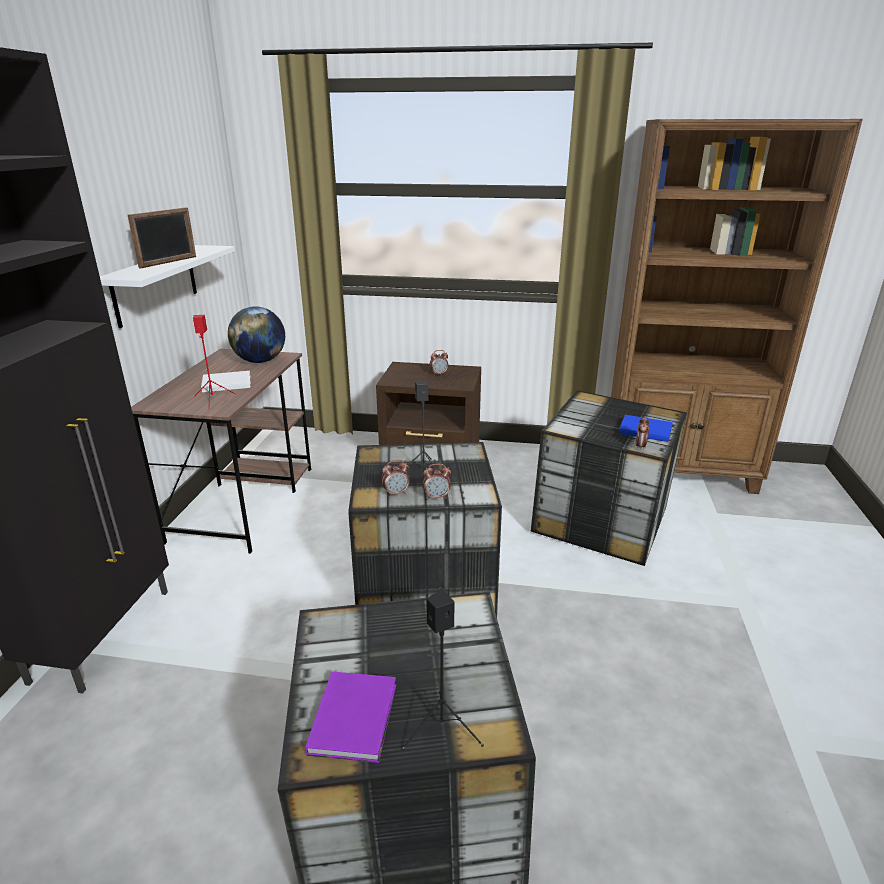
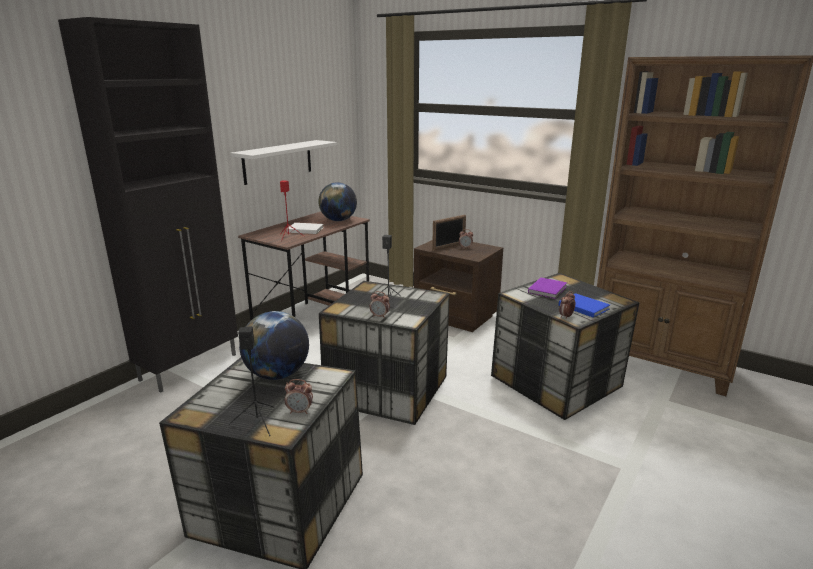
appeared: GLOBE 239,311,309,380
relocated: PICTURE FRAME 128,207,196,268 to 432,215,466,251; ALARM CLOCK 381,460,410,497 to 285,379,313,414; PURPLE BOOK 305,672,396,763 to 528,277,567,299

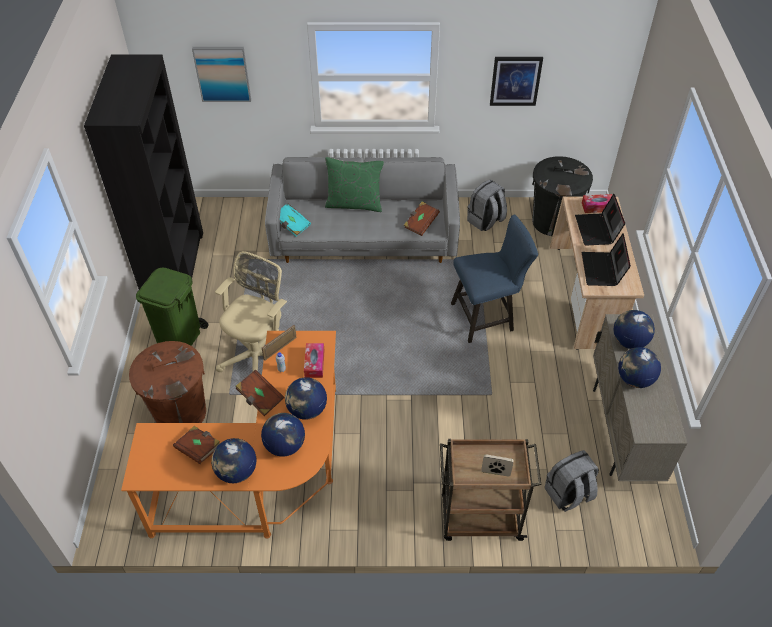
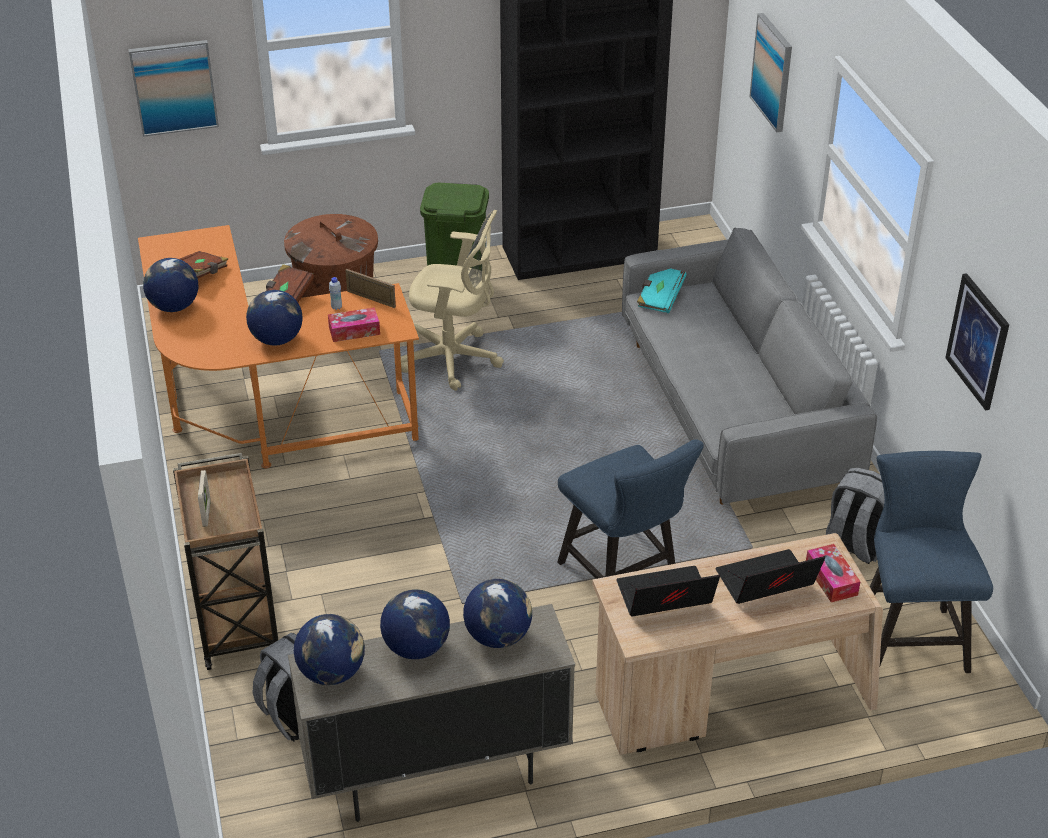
missing: GREEN PILLOW 325,157,384,212; BROWN BOOK 404,201,440,236
appeared: PICTURE 128,40,219,137
relocated: GLOBE 261,413,305,457 to 294,614,365,685
exchanged: BLACK TRASH CAN 532,156,593,236 to BLUE CHAIR 870,451,993,673

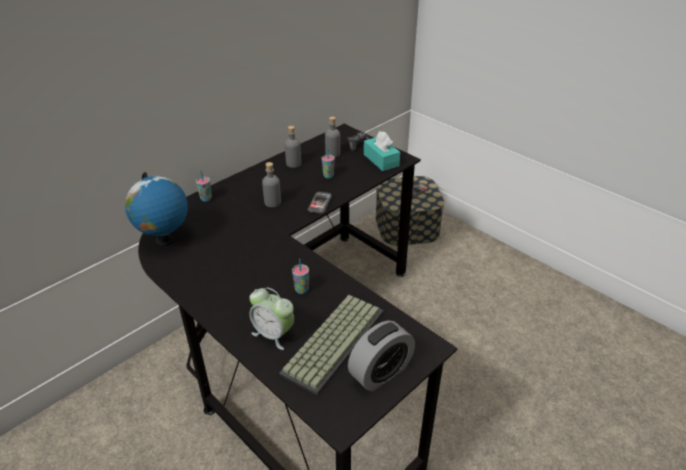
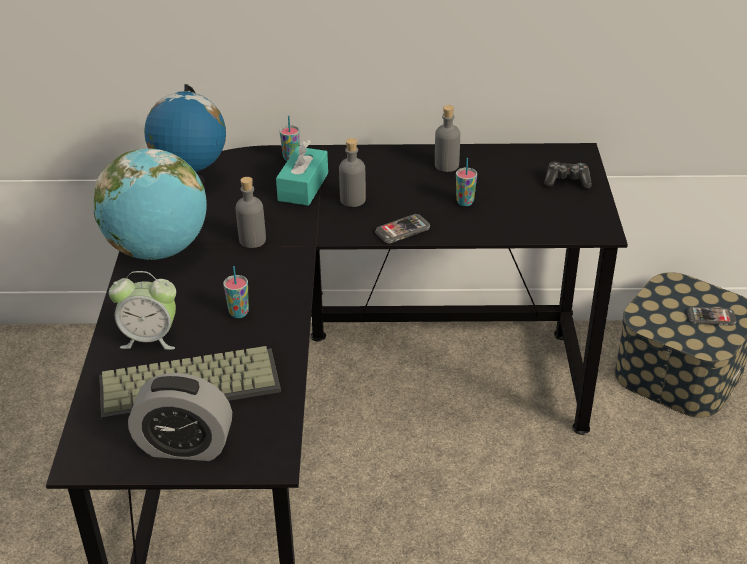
appeared: GLOBE 94,148,207,260
relocated: GREY BOTTLE 325,116,340,157 to 235,177,266,248; TURQUOISE TISSUE BOX 364,131,400,171 to 276,139,328,206
spun: ALARM CLOCK 249,287,294,350 = 109,271,176,350 75 degrees counterclockwise

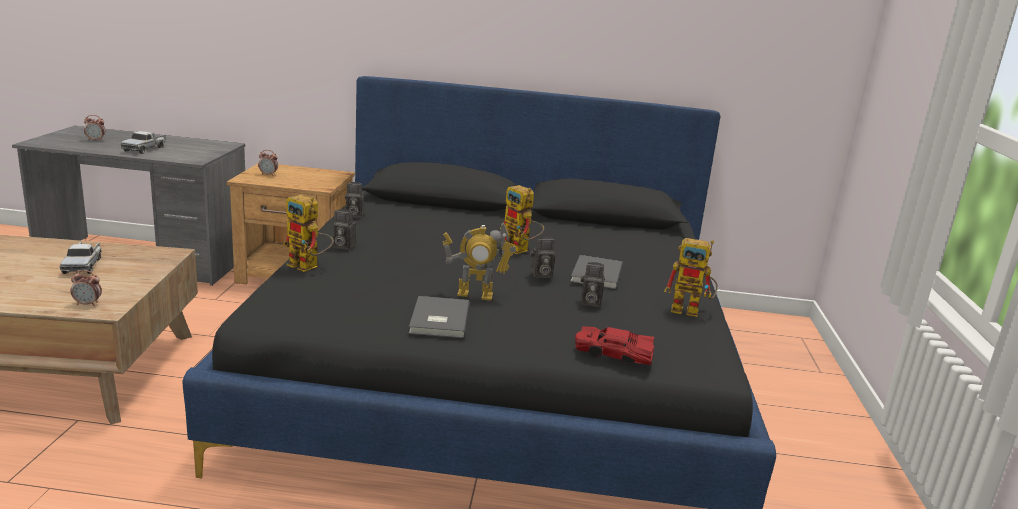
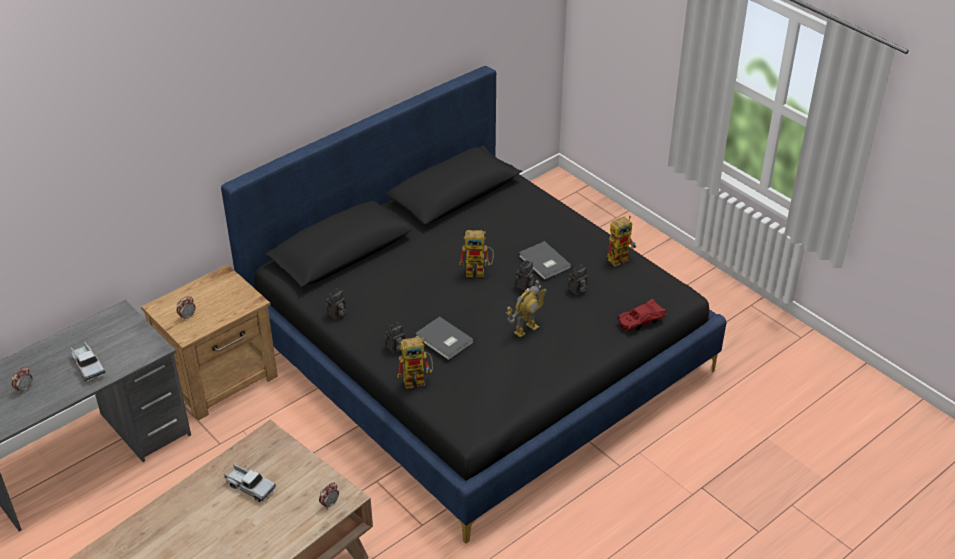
relocated: GREY BOOK 409,296,470,338 to 415,317,474,360

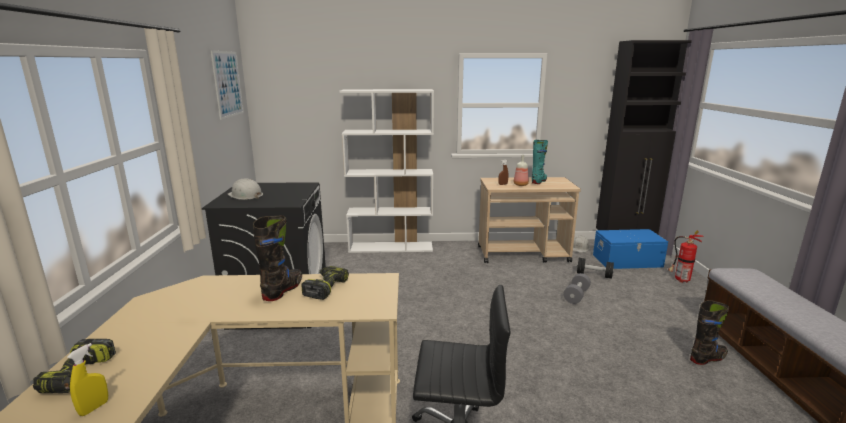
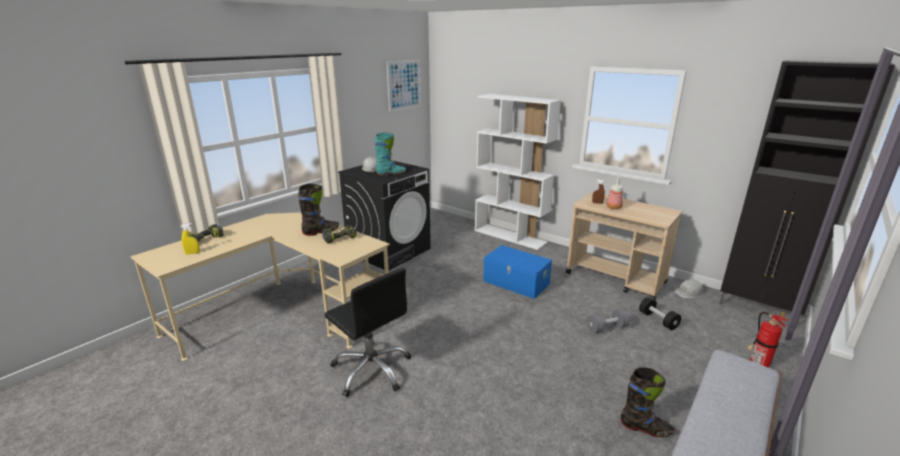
relocated: TURQUOISE BOOT 532,140,548,184 to 375,132,406,176; BLUE STORAGE BOX 593,229,668,269 to 483,245,552,299

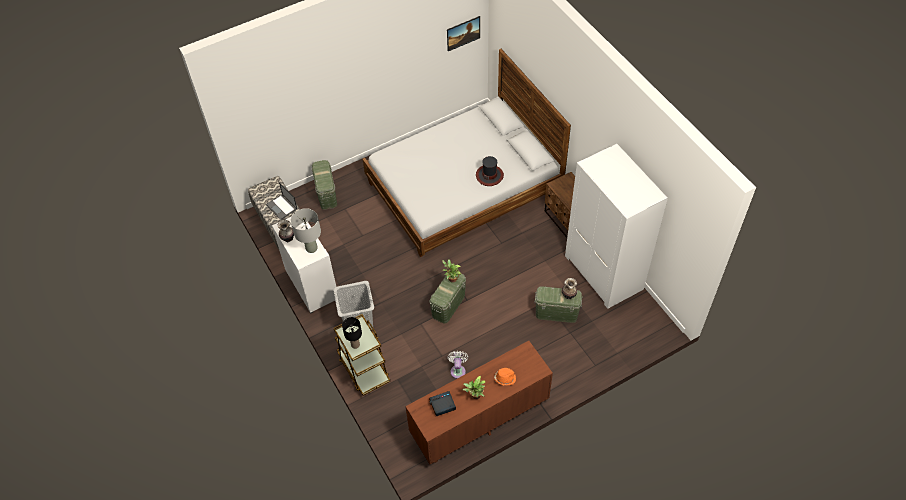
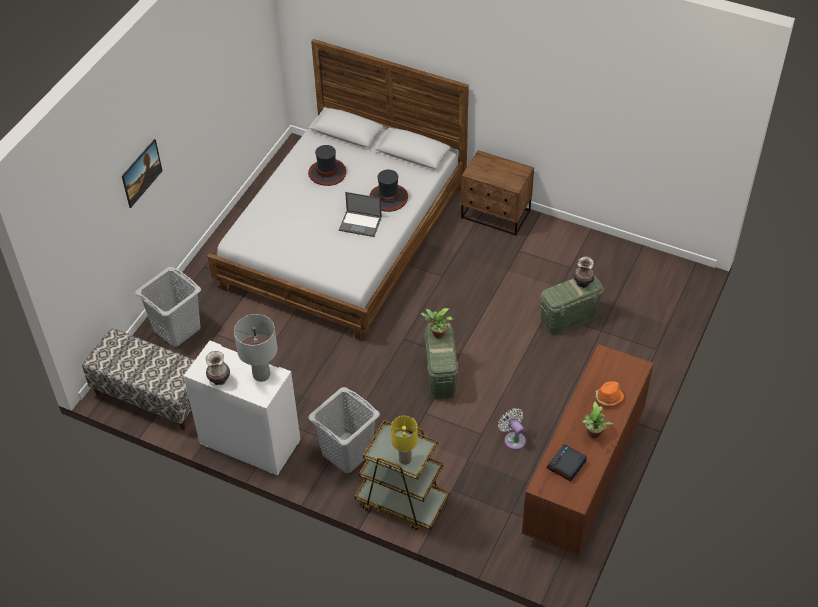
missing: WHITE WARDROBE 565,144,668,309
appeared: HAT 308,145,346,186
relocated: PICTURE 447,16,480,51 to 122,139,162,208; LAPTOP 266,182,297,220 to 339,192,382,237
exchanged: GREEN STORAGE BOX 312,160,337,210 to GREY LAUNDRY BASKET 135,267,201,347
colour: BLACK TABLE LAMP 342,317,362,349 to YELLOW TABLE LAMP 391,416,418,465

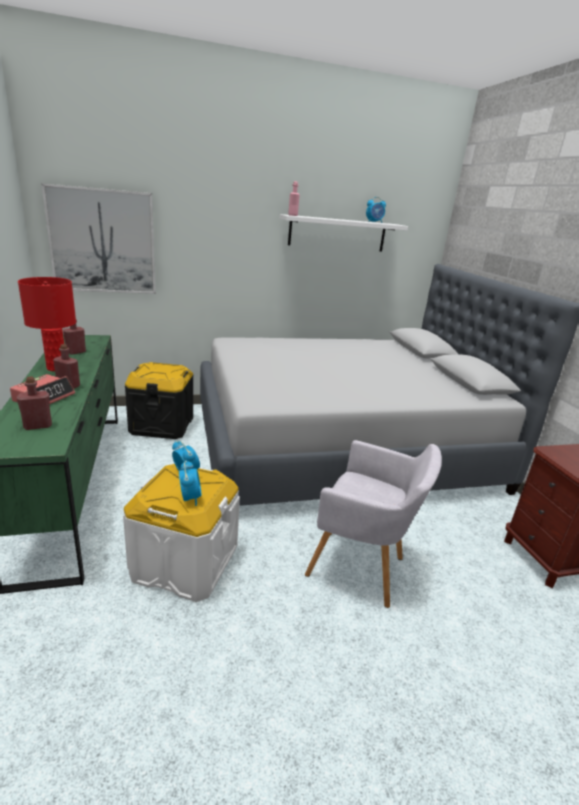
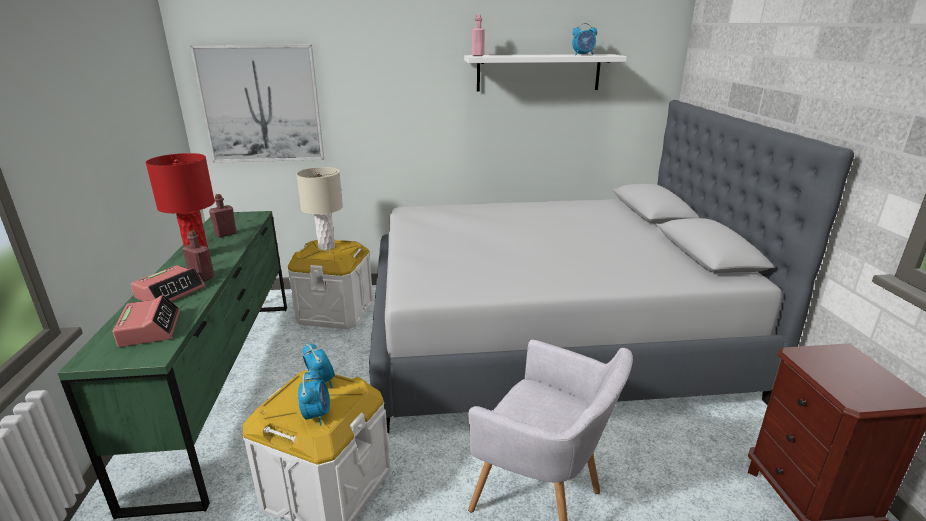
appeared: BEIGE TABLE LAMP 296,167,343,251
exchanged: RED BOTTLE 17,377,52,430 to ALARM CLOCK 112,295,180,347
colour: BLACK STORAGE BOX 125,362,193,439 to WHITE STORAGE BOX 288,240,373,329

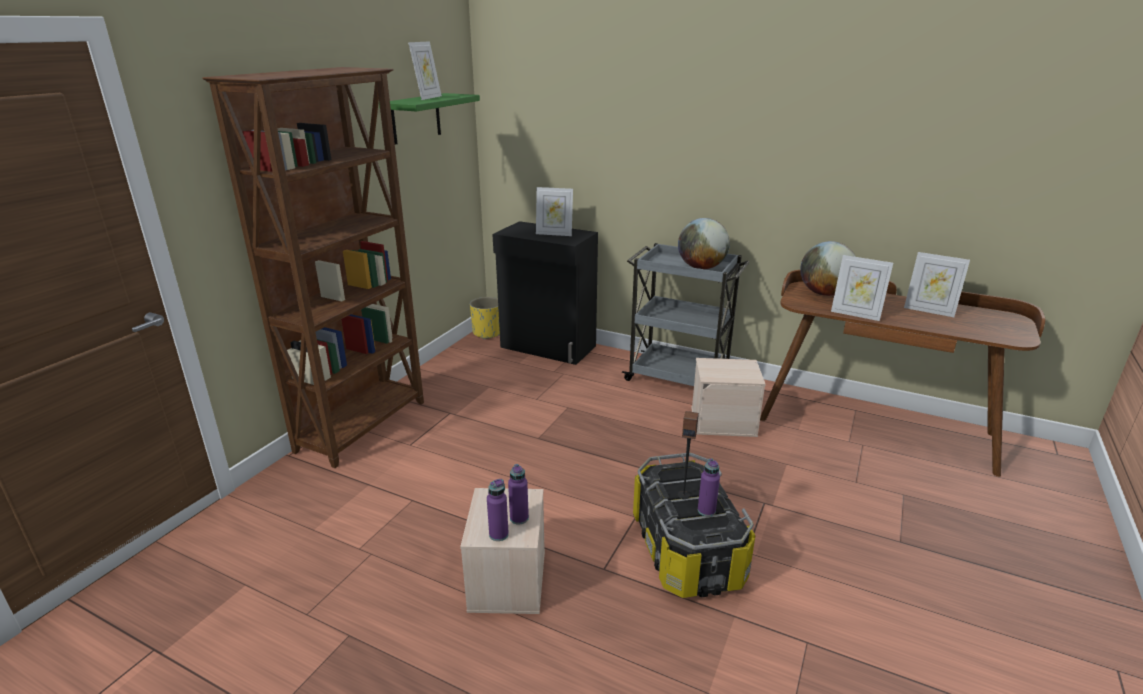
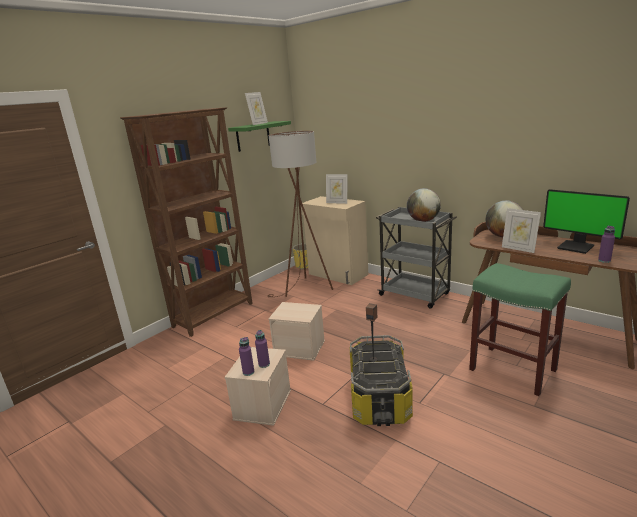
appeared: BROWN FLOOR LAMP 267,131,333,297; GREEN STOOL 469,263,571,396
relocated: BEIGE STORAGE BOX 691,358,766,437 to 268,302,325,361; PURPLE BOTTLE 698,459,720,517 to 598,225,615,263
exchanged: PICTURE FRAME 904,252,970,317 to MONITOR 543,189,630,254
colour: BLACK CABINET 492,221,598,365 to BEIGE CABINET 301,196,369,285

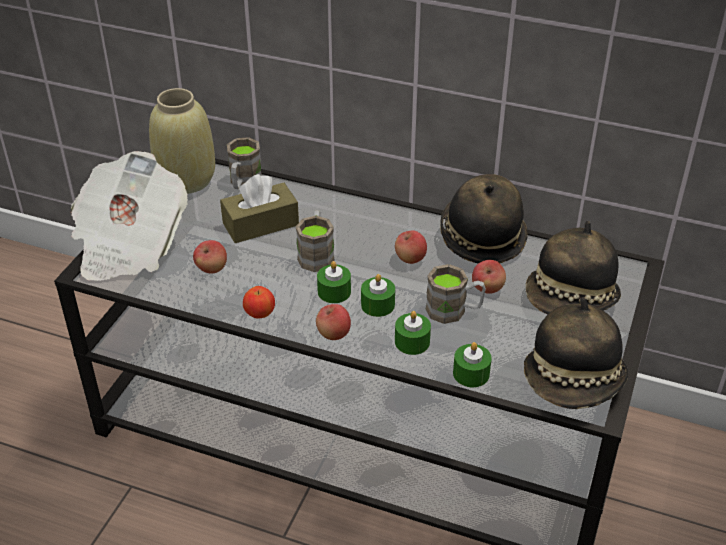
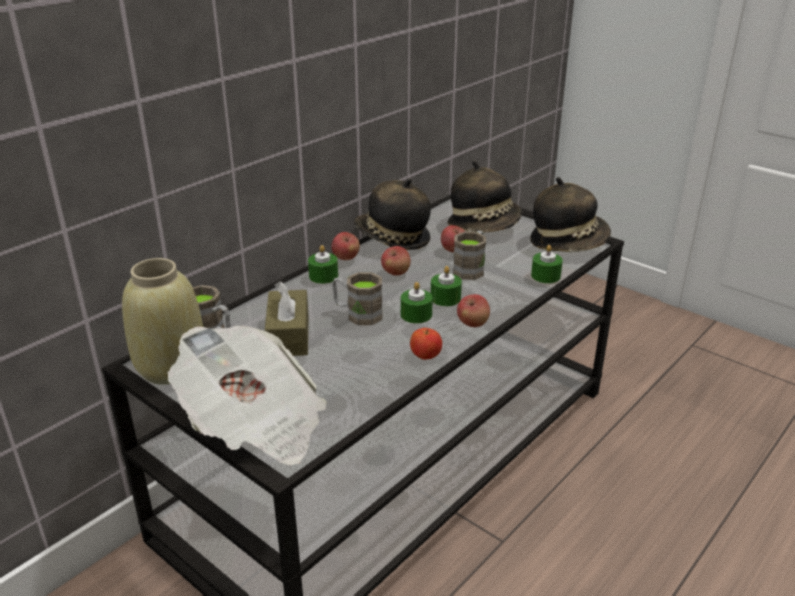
relocated: APPLE 193,240,227,273 to 331,232,360,260; GREEN CANDLE 395,311,431,355 to 308,245,338,284

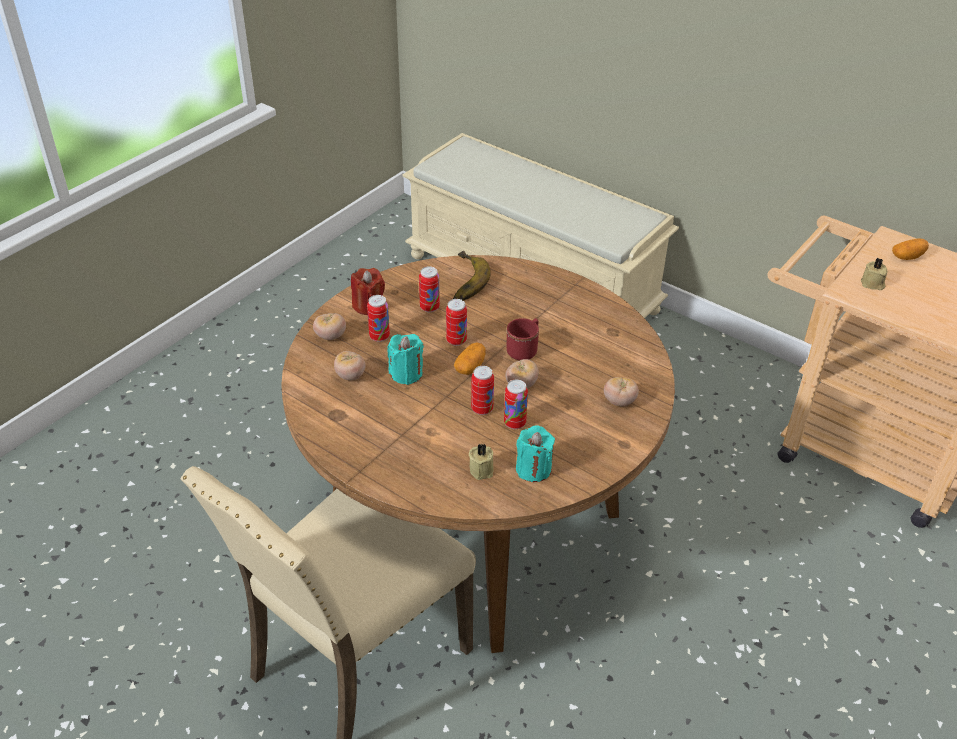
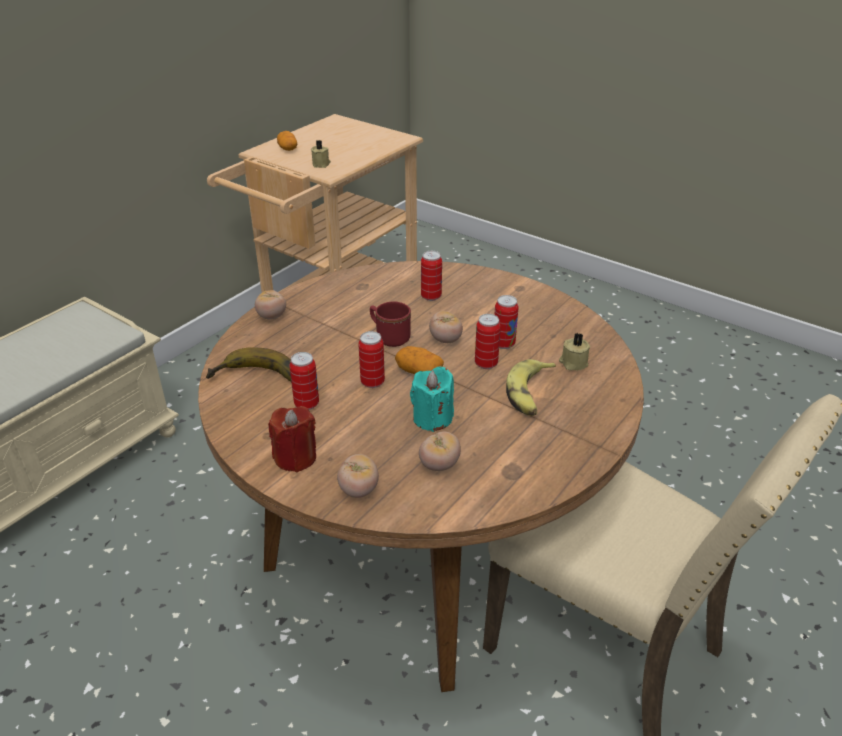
missing: TURQUOISE CANDLE 516,425,555,482
appeared: BANANA 506,359,556,416
relocated: CAN 367,295,390,342 to 421,251,442,301; TOMATO 604,377,639,406 to 255,290,286,320

